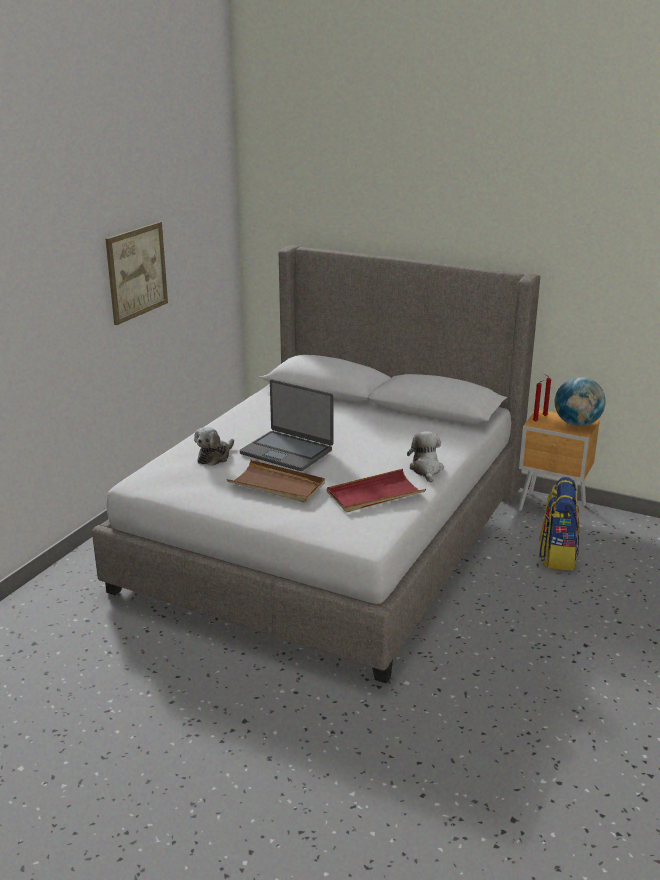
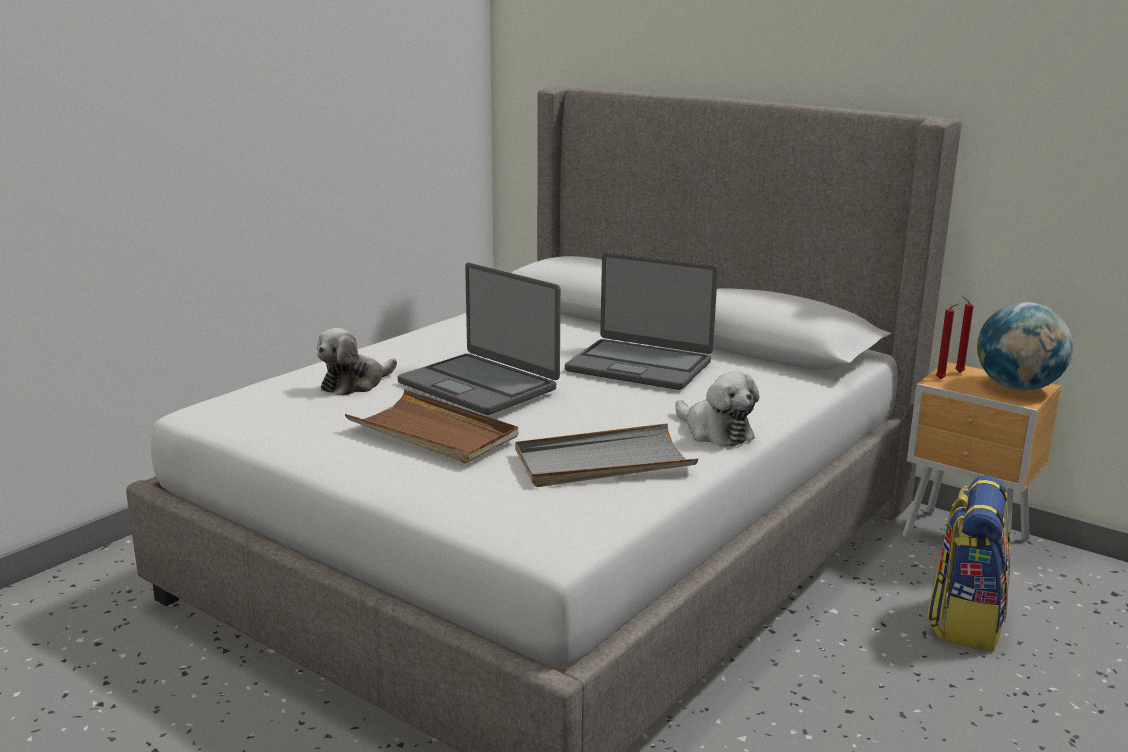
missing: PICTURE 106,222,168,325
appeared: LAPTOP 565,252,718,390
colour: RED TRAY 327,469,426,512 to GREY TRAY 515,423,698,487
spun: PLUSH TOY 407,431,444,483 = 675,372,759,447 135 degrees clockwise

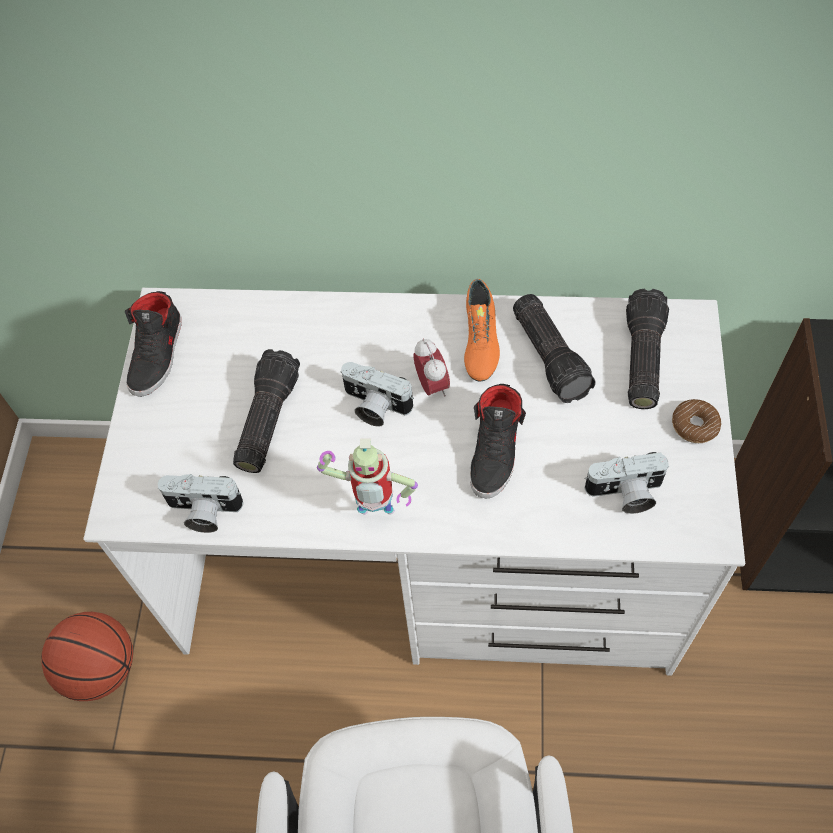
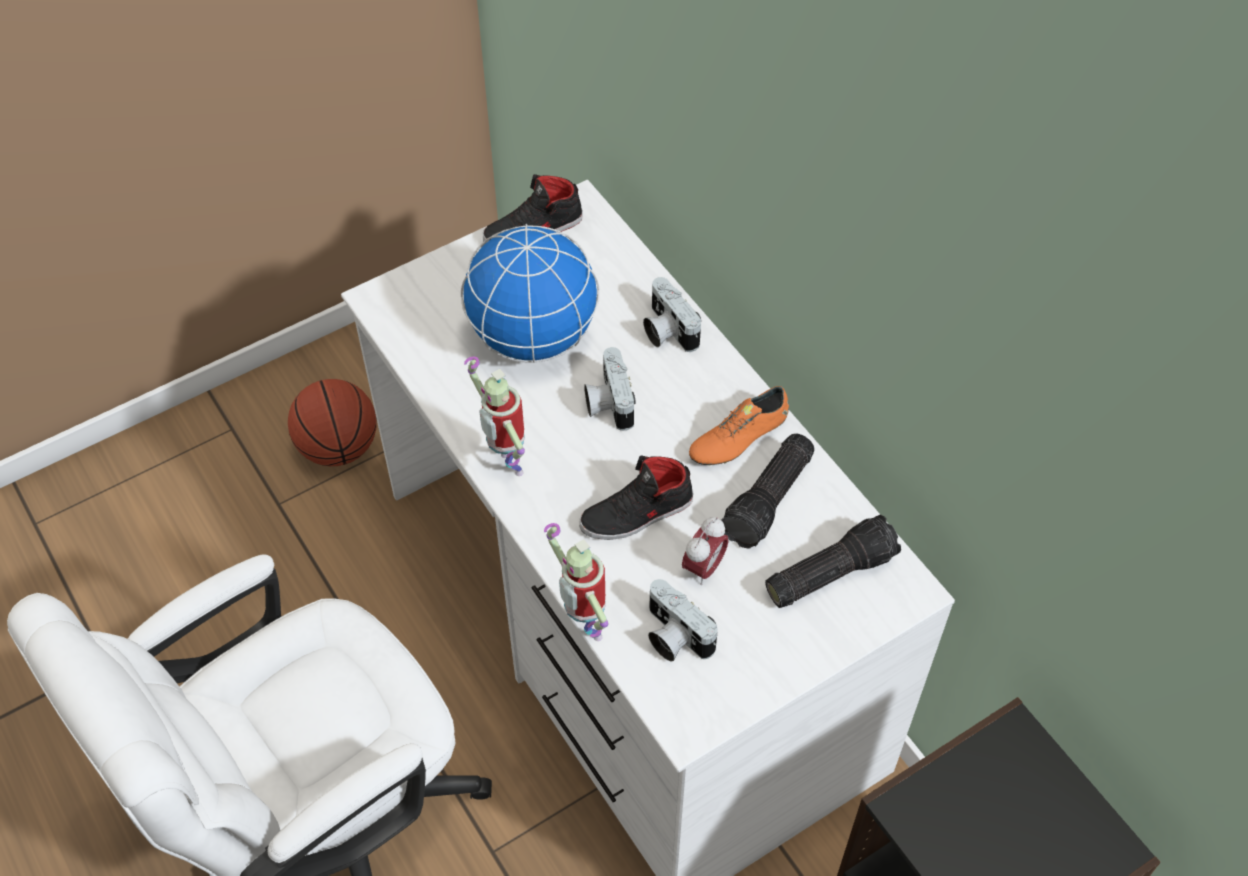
missing: DONUT 672,399,722,443
appeared: TOY ROBOT 544,523,608,641
relocated: ALARM CLOCK 413,338,450,397 to 682,517,729,585; PHOTO CAMERA 158,474,244,533 to 643,277,701,352
exchanged: FLASHLIGHT 233,349,300,473 to GLOBE 461,224,600,363

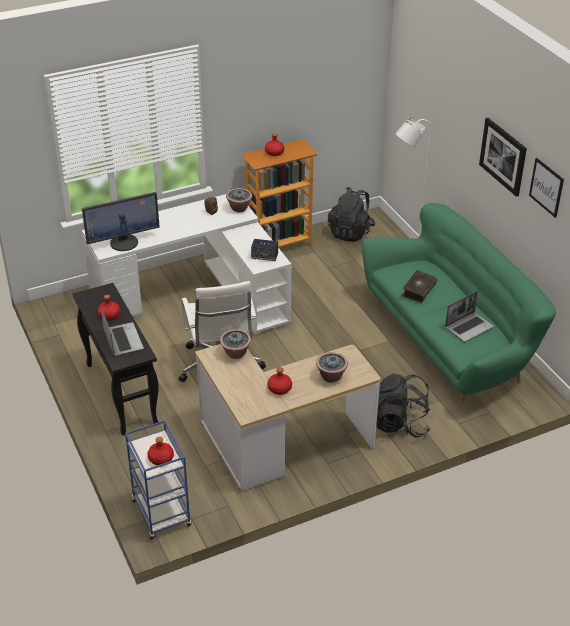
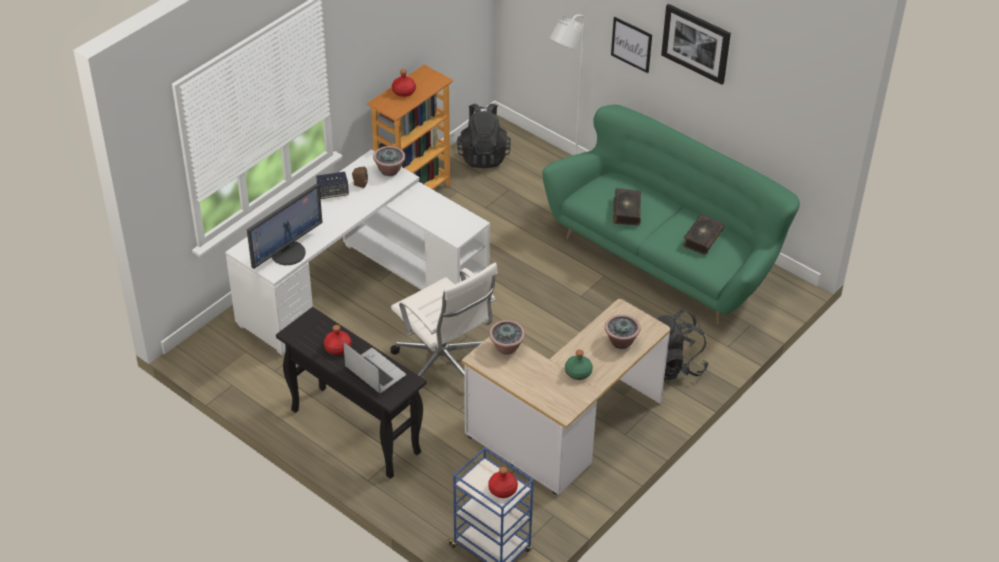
relocated: PICTURE 529,158,564,218 to 611,17,652,73; SPEAKER 251,239,278,261 to 316,172,349,199
exchanged: LAPTOP 445,291,494,342 to BOOK 683,214,725,255
colour: RED BOTTLE 268,367,292,395 to GREEN BOTTLE 565,350,593,380

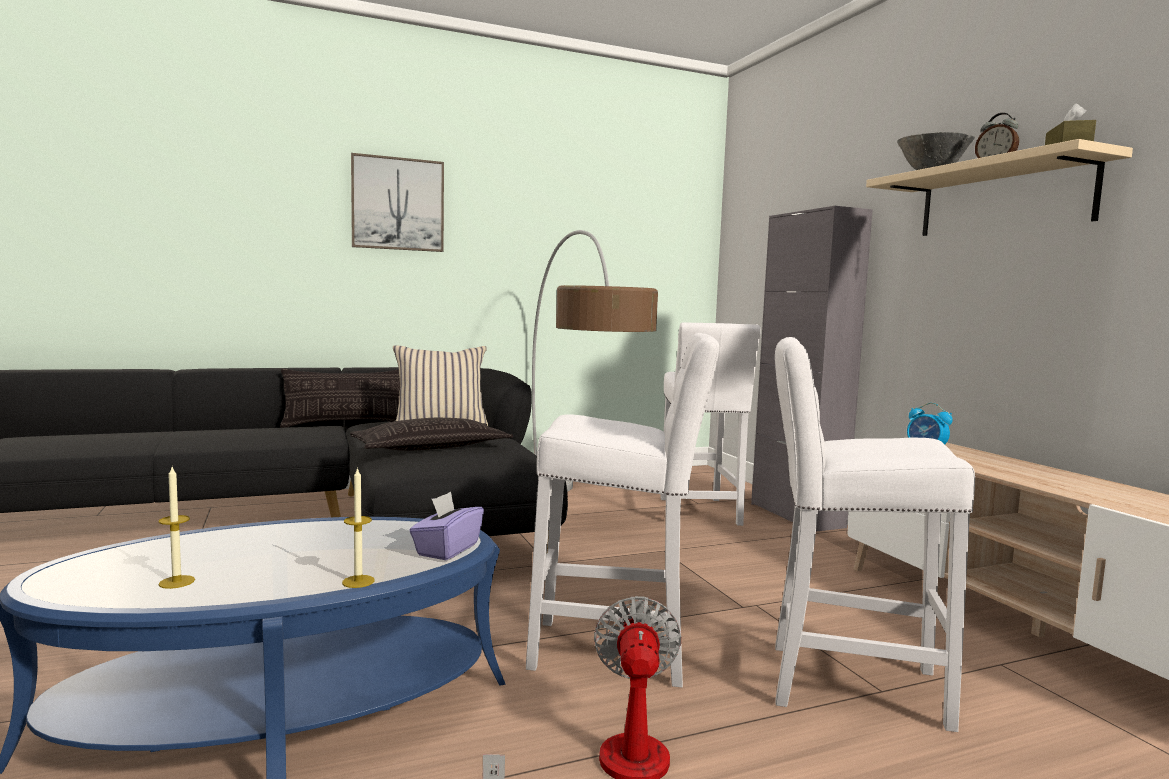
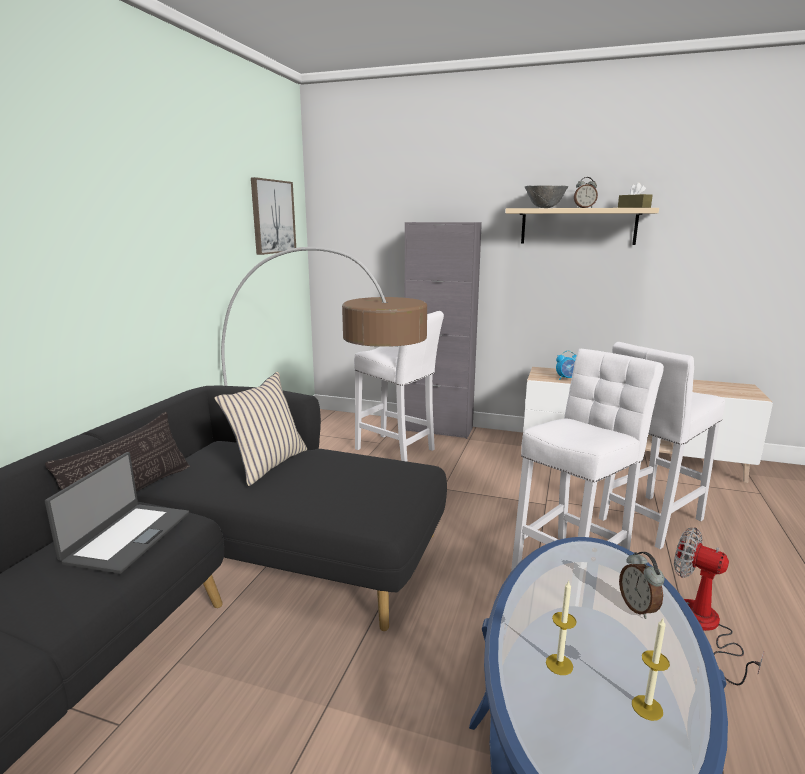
missing: PILLOW 350,418,513,451; PURPLE TISSUE BOX 409,492,484,560
appeared: LAPTOP 45,452,189,574; ALARM CLOCK 619,552,665,619
relocated: PICTURE 351,153,444,252 to 251,177,296,255; CANDLE 342,467,375,588 to 546,581,577,675

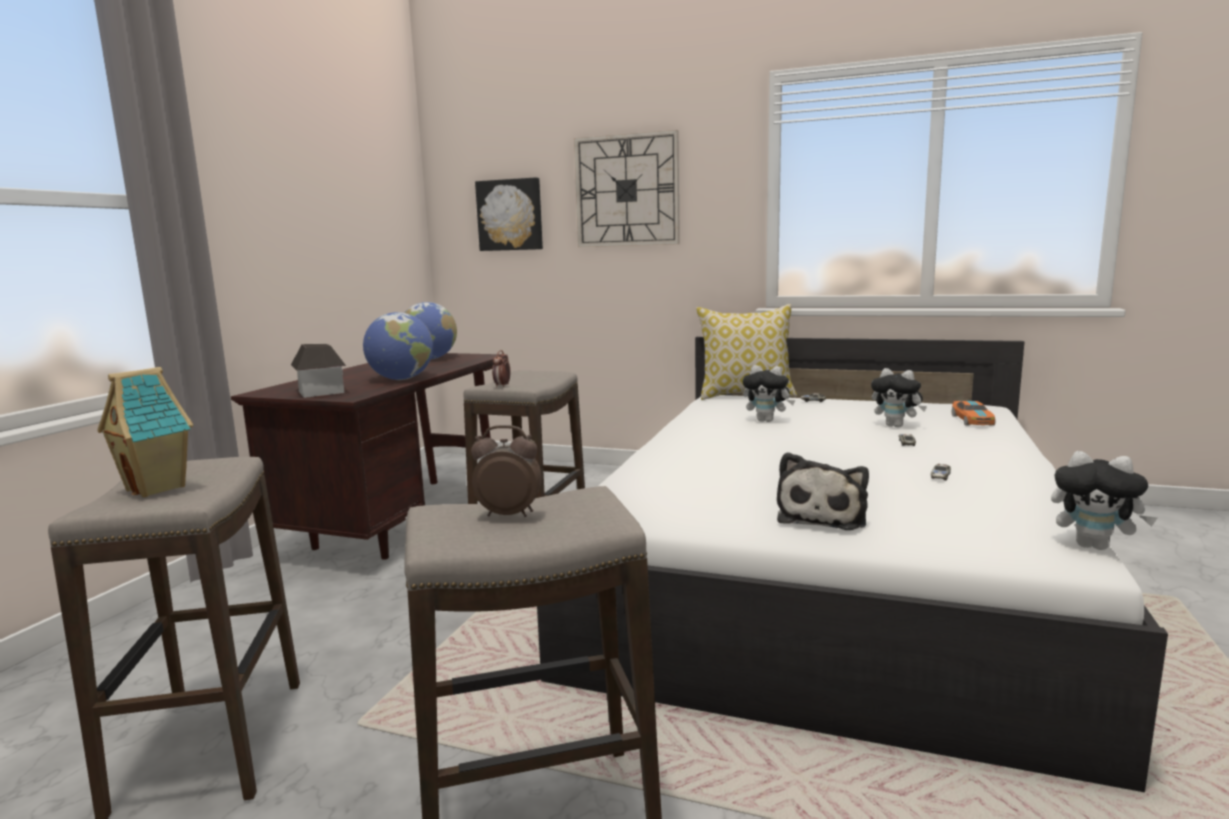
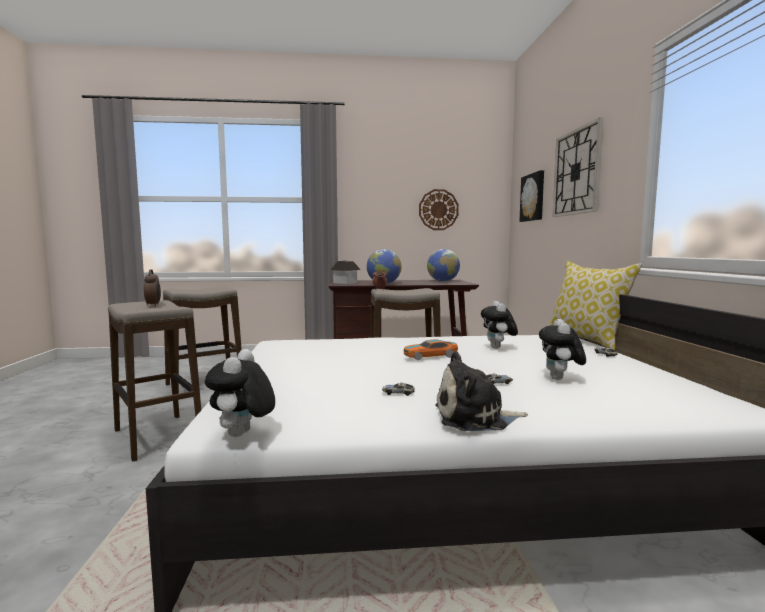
missing: TOY HOUSE 97,367,193,497
appeared: WALL CLOCK 419,189,459,230
relocated: TOY CAR 952,401,996,426 to 404,340,458,360; PLUSH TOY 777,452,869,530 to 435,352,528,431

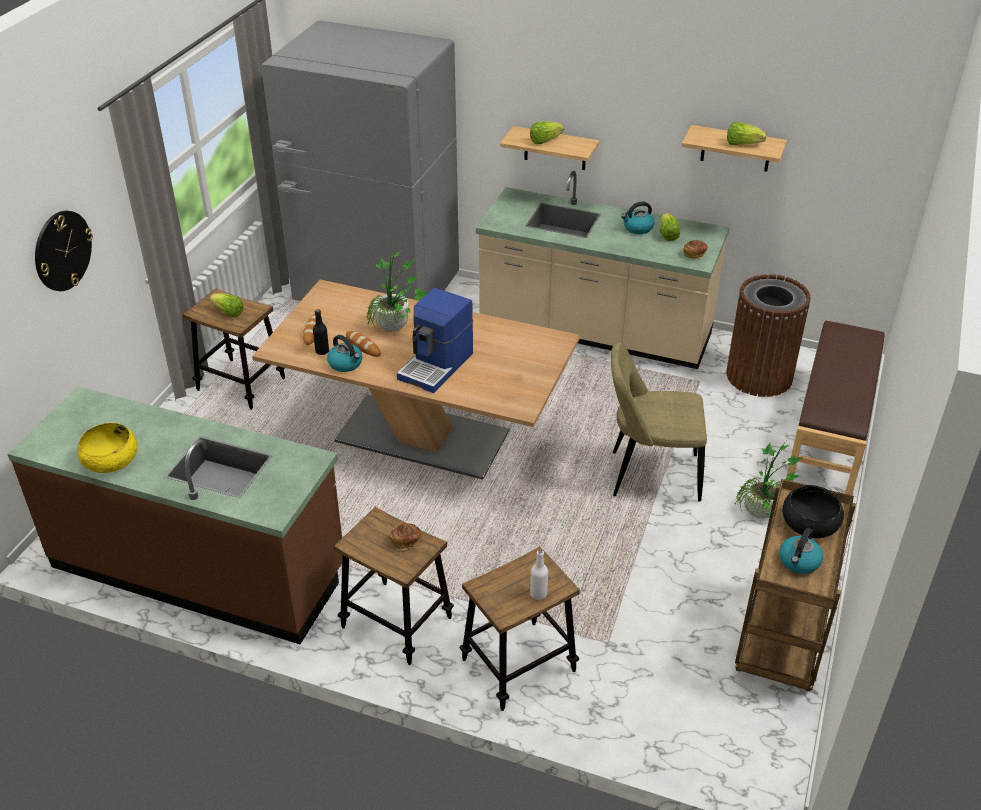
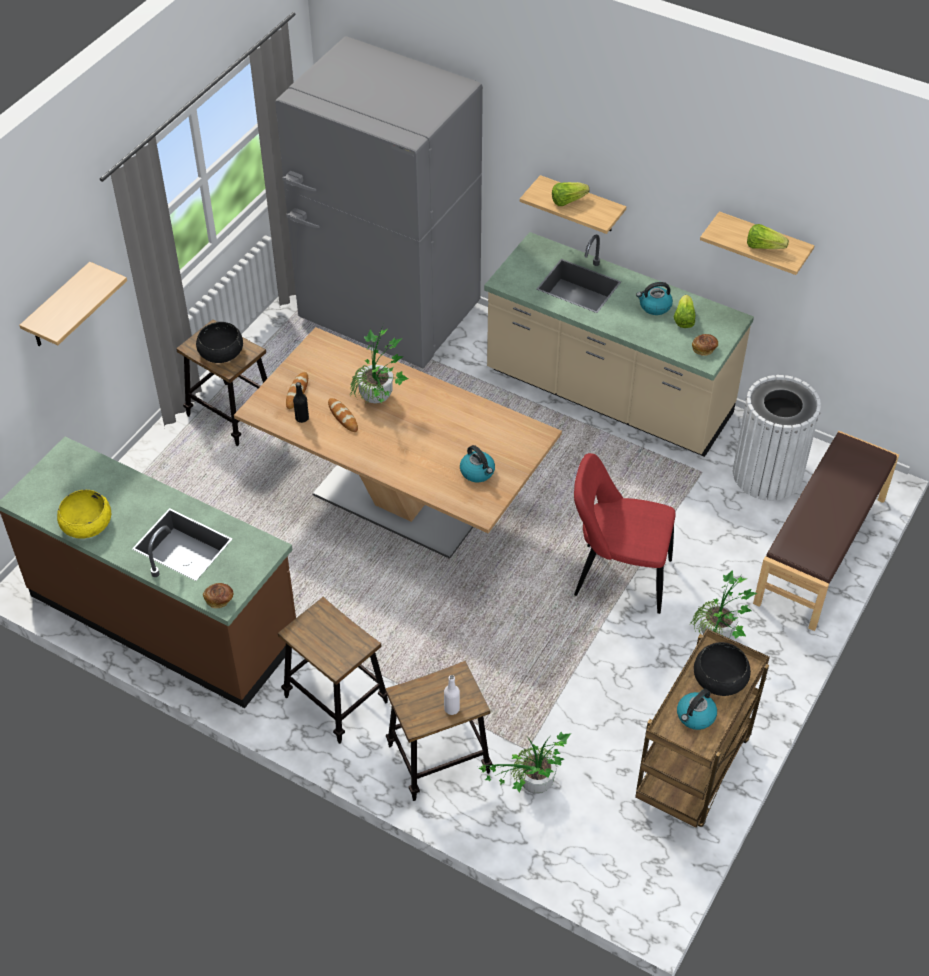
missing: COFFEE MACHINE 397,288,473,393
appeared: POTTED PLANT 478,732,572,794
relocated: KETTLE 327,335,362,372 to 460,445,495,482; BREAD 389,523,421,550 to 203,583,233,609
exchanged: WALL CLOCK 35,211,93,291 to SHELF 19,262,127,346; LETTUCE 209,293,244,317 to BLACK BOWL 196,322,243,363
colour: BROWN TRASH CAN 726,274,811,397 to WHITE TRASH CAN 733,375,821,501; BEIGE CHAIR 611,343,707,502 to RED CHAIR 574,453,676,614

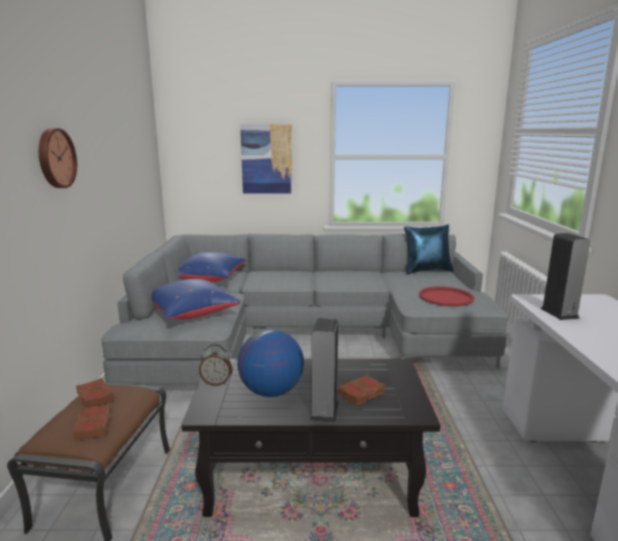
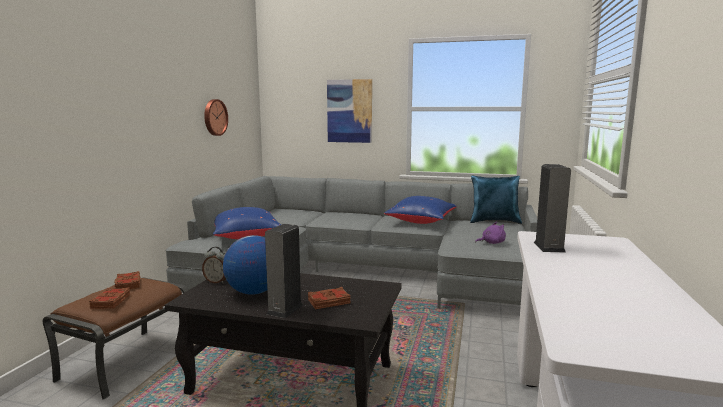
relocated: WALL CLOCK 39,128,77,188 to 204,99,228,136; BLUE PILLOW 178,252,247,282 to 384,196,457,224
exchanged: RED TRAY 419,287,474,306 to PURPLE PLUSH TOY 475,222,506,244

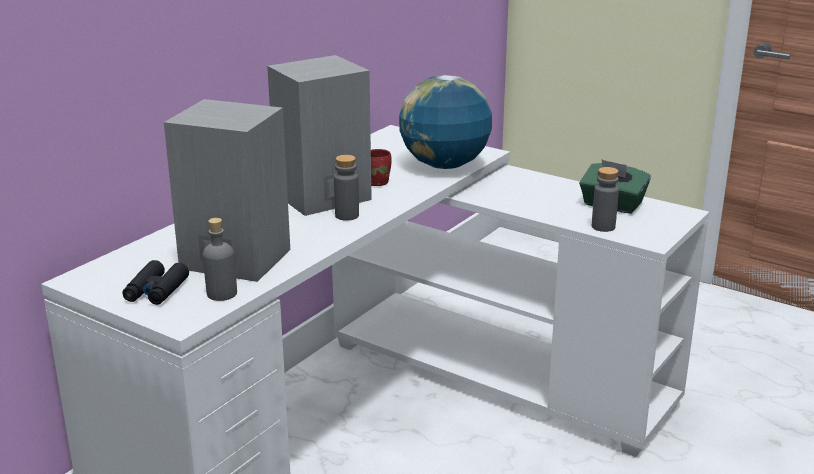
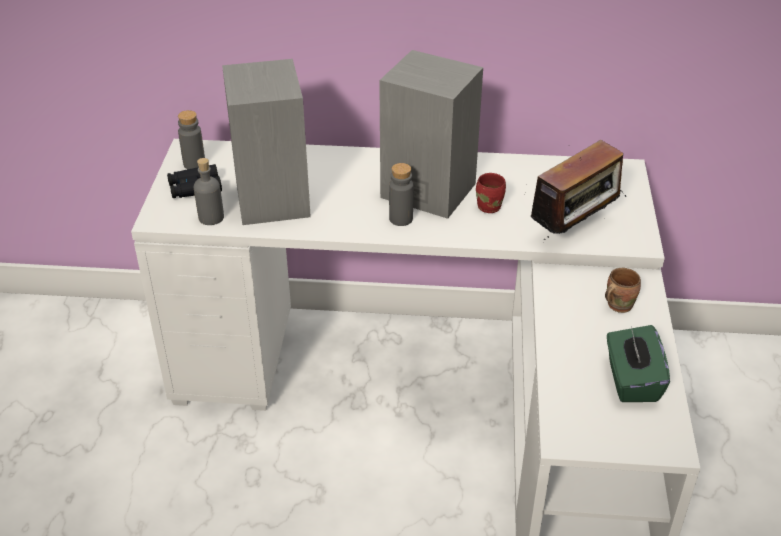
appeared: BROWN MUG 605,268,641,313
relocated: GREY BOTTLE 592,167,619,232 to 178,110,205,169
exchanged: GLOBE 399,75,492,169 to RADIO 526,140,627,240

